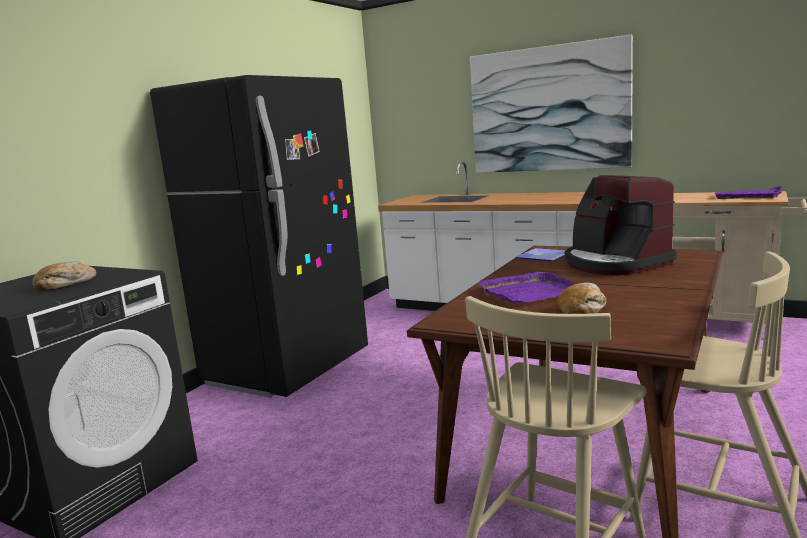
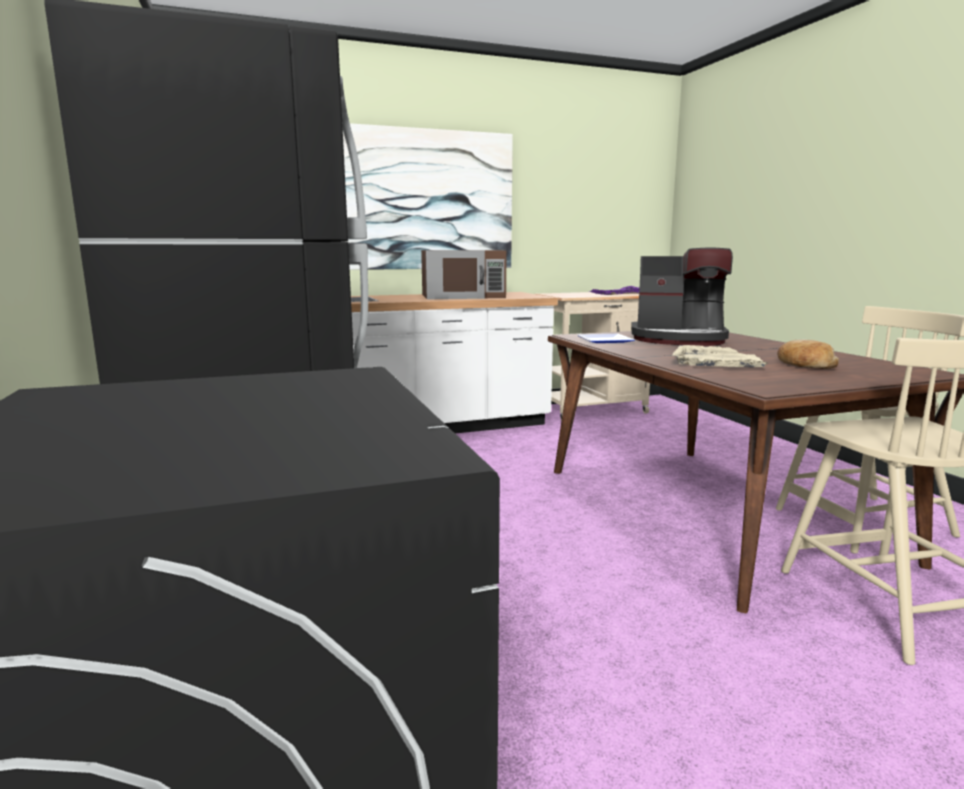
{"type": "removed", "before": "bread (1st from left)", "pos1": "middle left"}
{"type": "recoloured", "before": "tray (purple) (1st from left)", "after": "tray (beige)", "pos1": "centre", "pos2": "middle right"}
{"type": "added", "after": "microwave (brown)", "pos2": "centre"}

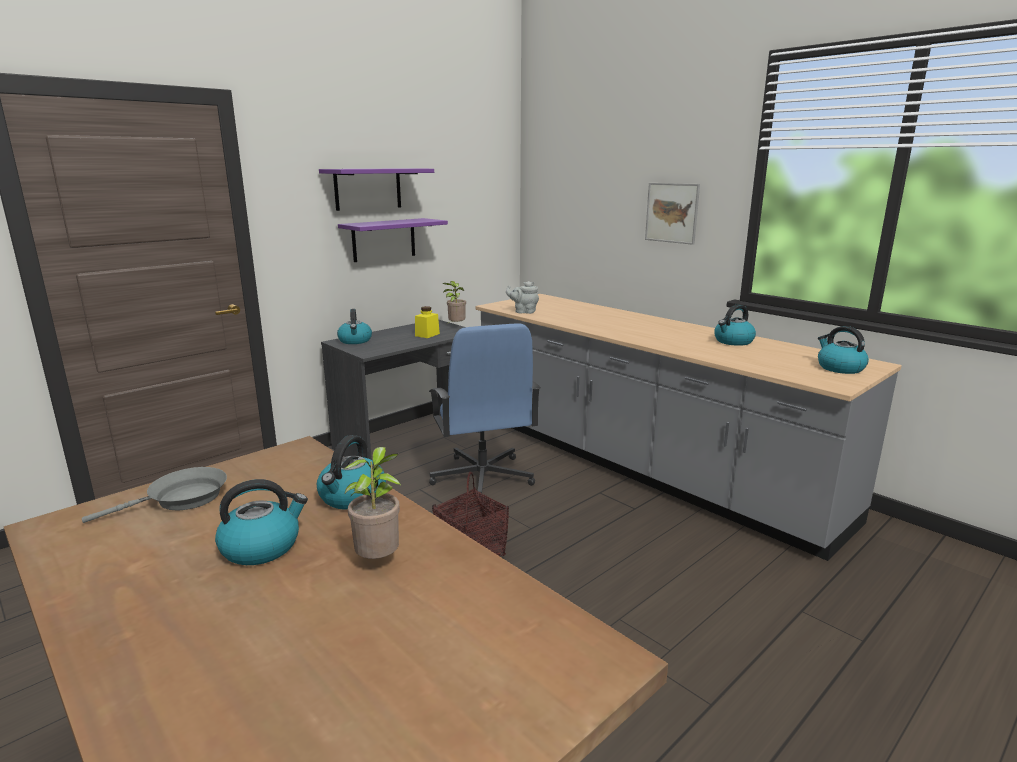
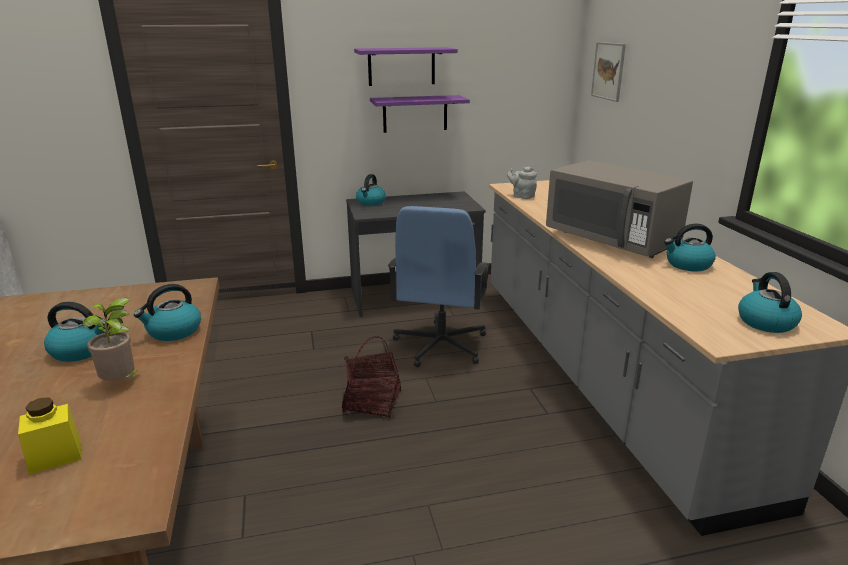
{"type": "moved", "before": "picture", "pos1": "top centre", "pos2": "top right"}
{"type": "removed", "before": "houseplant (2nd from left)", "pos1": "centre"}
{"type": "moved", "before": "jar (yellow-coloured)", "pos1": "centre", "pos2": "bottom left"}
{"type": "removed", "before": "skillet (gray)", "pos1": "middle left"}
{"type": "added", "after": "microwave (gray)", "pos2": "middle right"}

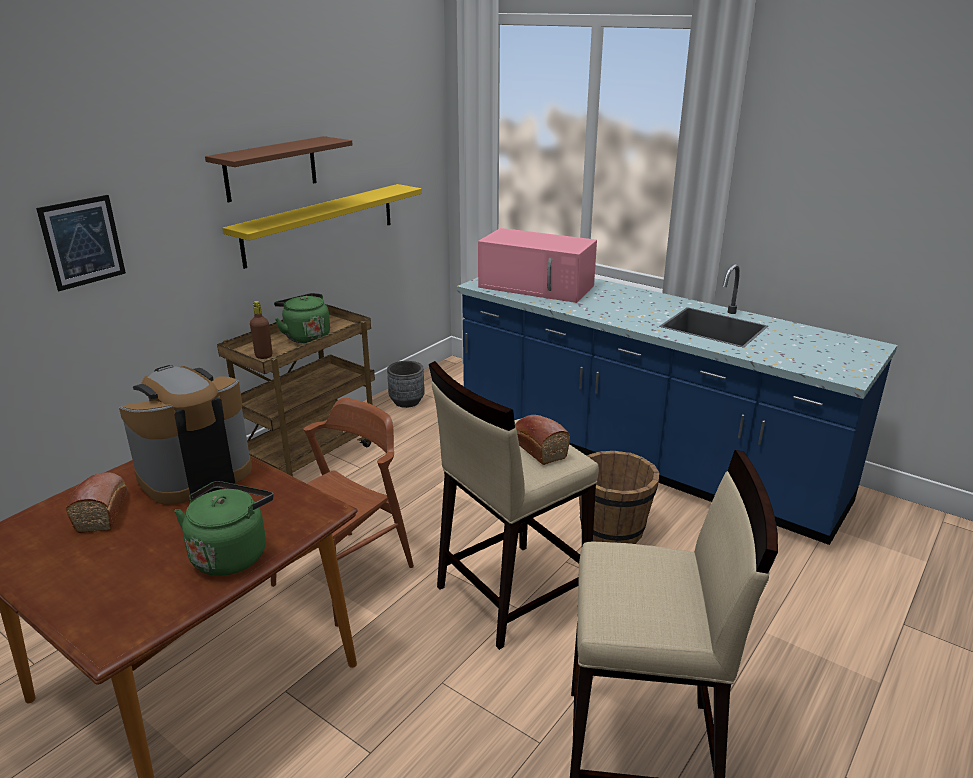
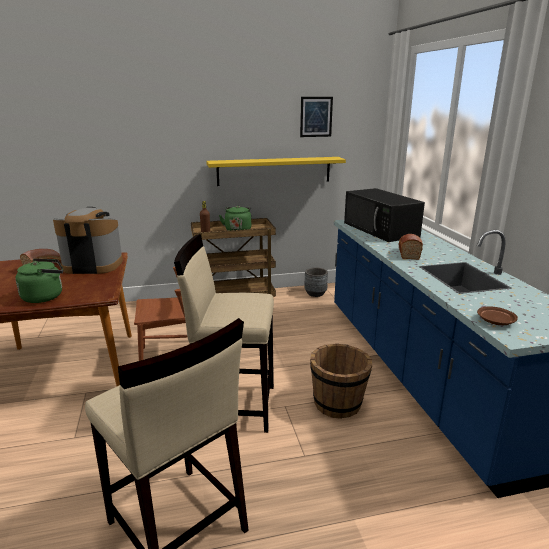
{"type": "removed", "before": "shelf (brown)", "pos1": "top left"}
{"type": "moved", "before": "picture", "pos1": "top left", "pos2": "top centre"}
{"type": "recoloured", "before": "microwave (pinkish)", "after": "microwave (blackish)", "pos1": "centre", "pos2": "middle right"}
{"type": "moved", "before": "bread (2nd from left)", "pos1": "centre", "pos2": "middle right"}
{"type": "added", "after": "dinner plate (brown)", "pos2": "middle right"}

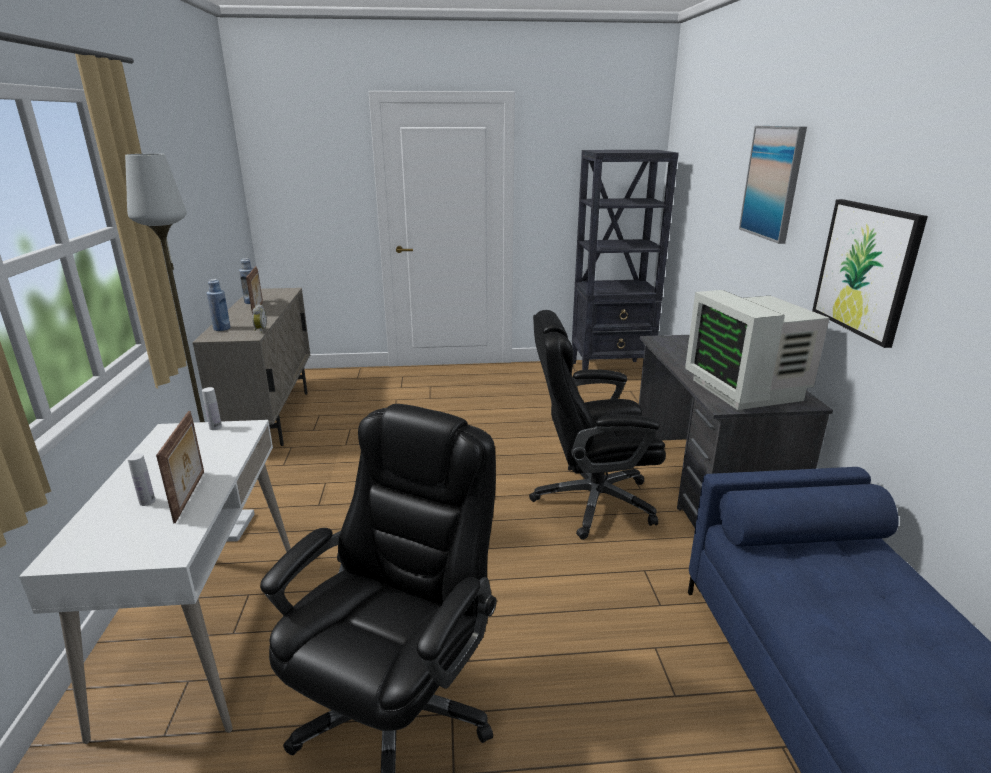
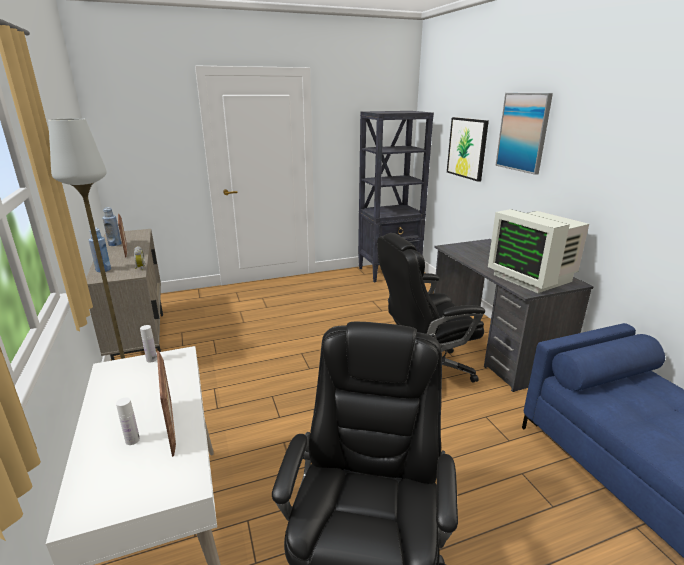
{"type": "moved", "before": "picture (2nd from left in the first image)", "after": "picture (1st from left)", "pos1": "middle right", "pos2": "top right"}

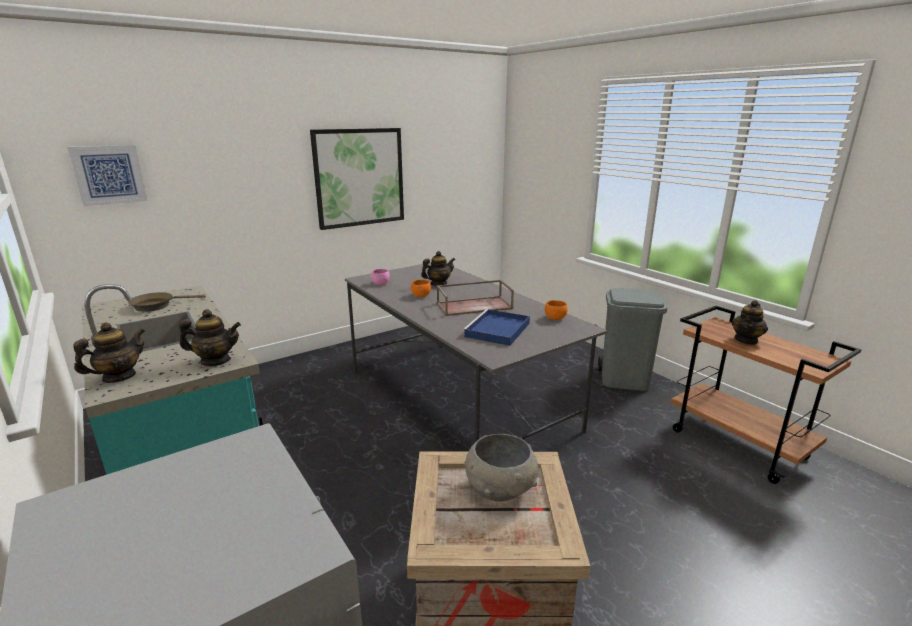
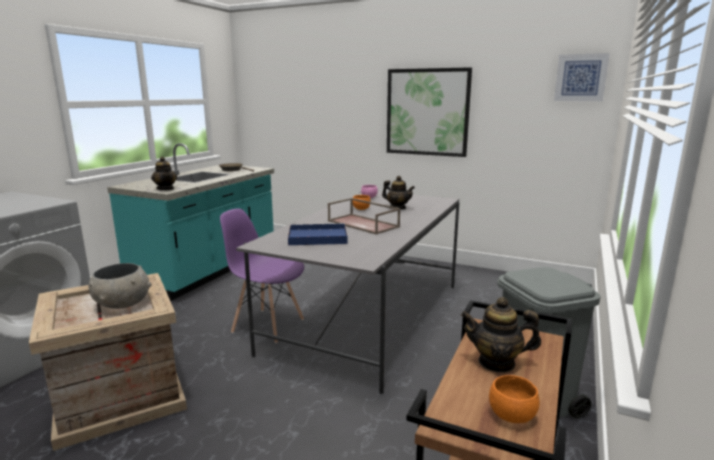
{"type": "moved", "before": "picture (1st from left in the first image)", "after": "picture (2nd from left)", "pos1": "top left", "pos2": "top right"}
{"type": "moved", "before": "deep dish (orangey) (2nd from left)", "pos1": "centre", "pos2": "bottom right"}
{"type": "removed", "before": "teapot (1st from left)", "pos1": "middle left"}
{"type": "added", "after": "upright chair (purple)", "pos2": "centre"}

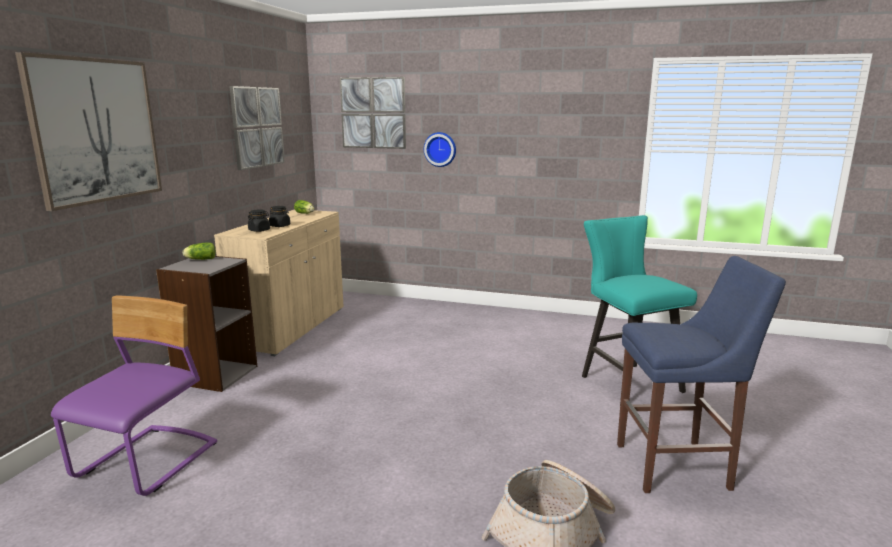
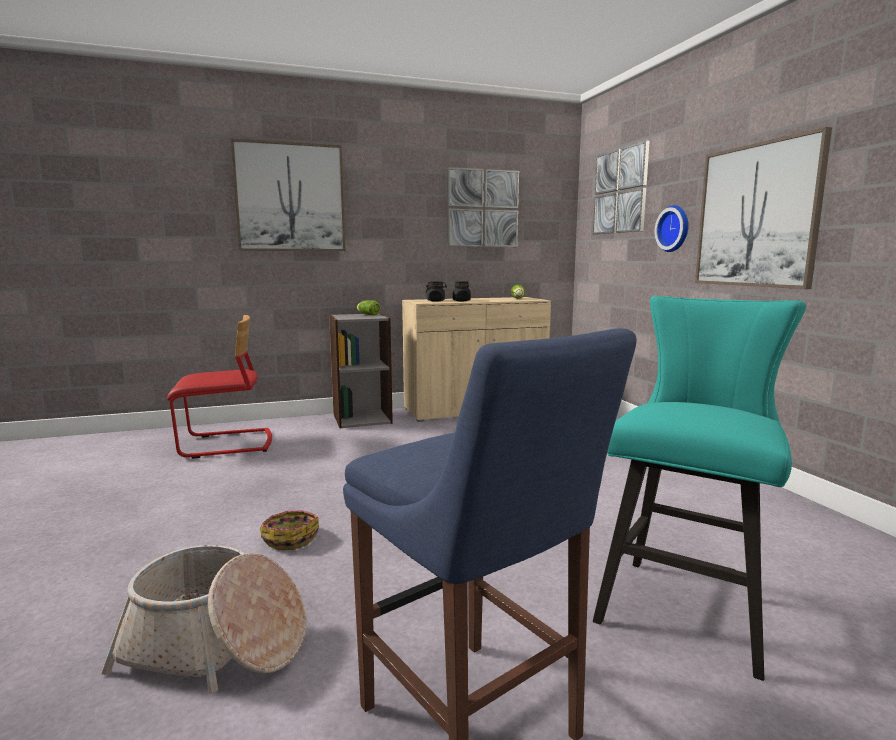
{"type": "recoloured", "before": "upright chair (purple)", "after": "upright chair (reddish)", "pos1": "bottom left", "pos2": "middle left"}
{"type": "added", "after": "picture (4th from left)", "pos2": "top right"}
{"type": "added", "after": "household basket (2nd from left)", "pos2": "bottom left"}

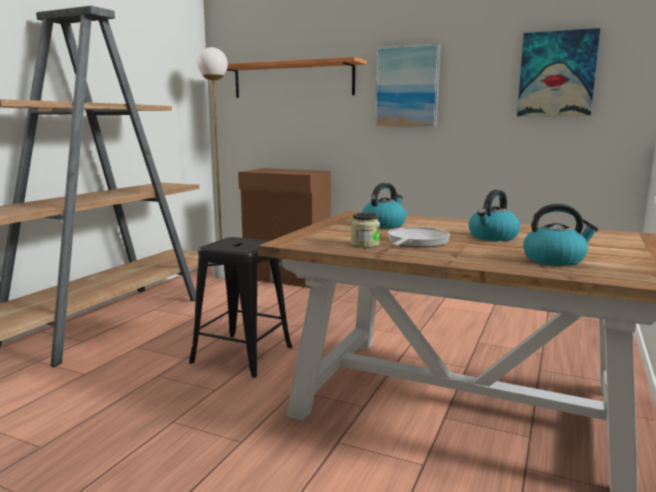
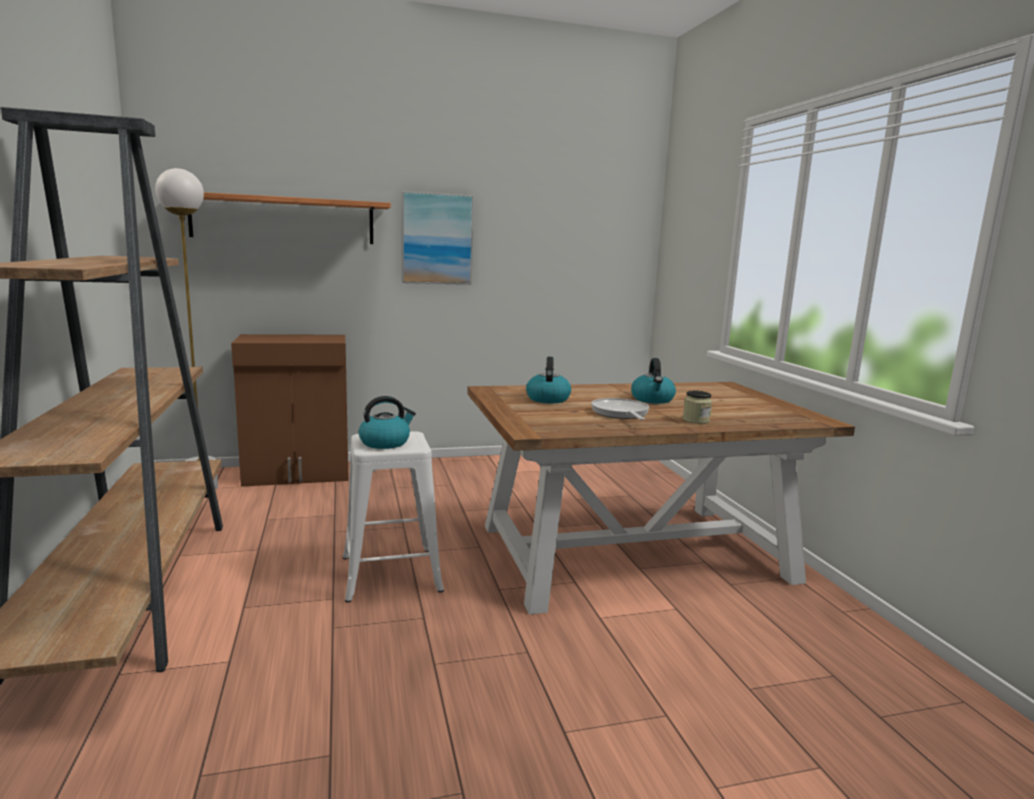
{"type": "removed", "before": "picture (2nd from left)", "pos1": "top right"}
{"type": "moved", "before": "tea kettle (3rd from left in the first image)", "after": "tea kettle (1st from left)", "pos1": "middle right", "pos2": "centre"}
{"type": "moved", "before": "jar", "pos1": "centre", "pos2": "middle right"}
{"type": "recoloured", "before": "sitting stool (blackish)", "after": "sitting stool (white-coloured)", "pos1": "centre", "pos2": "centre"}

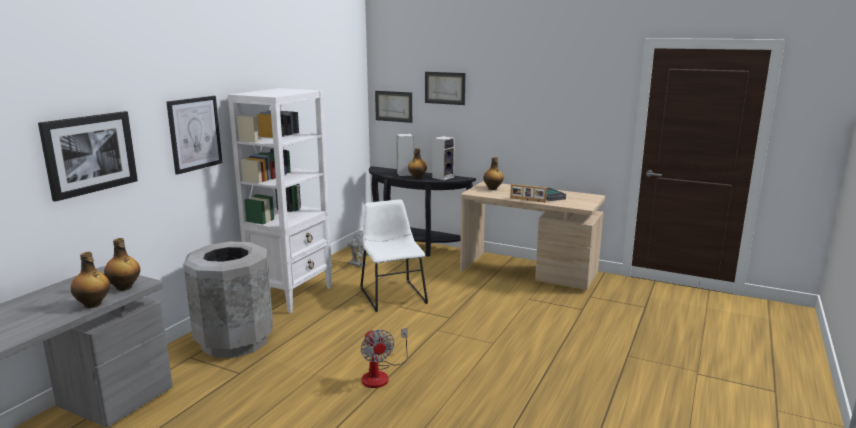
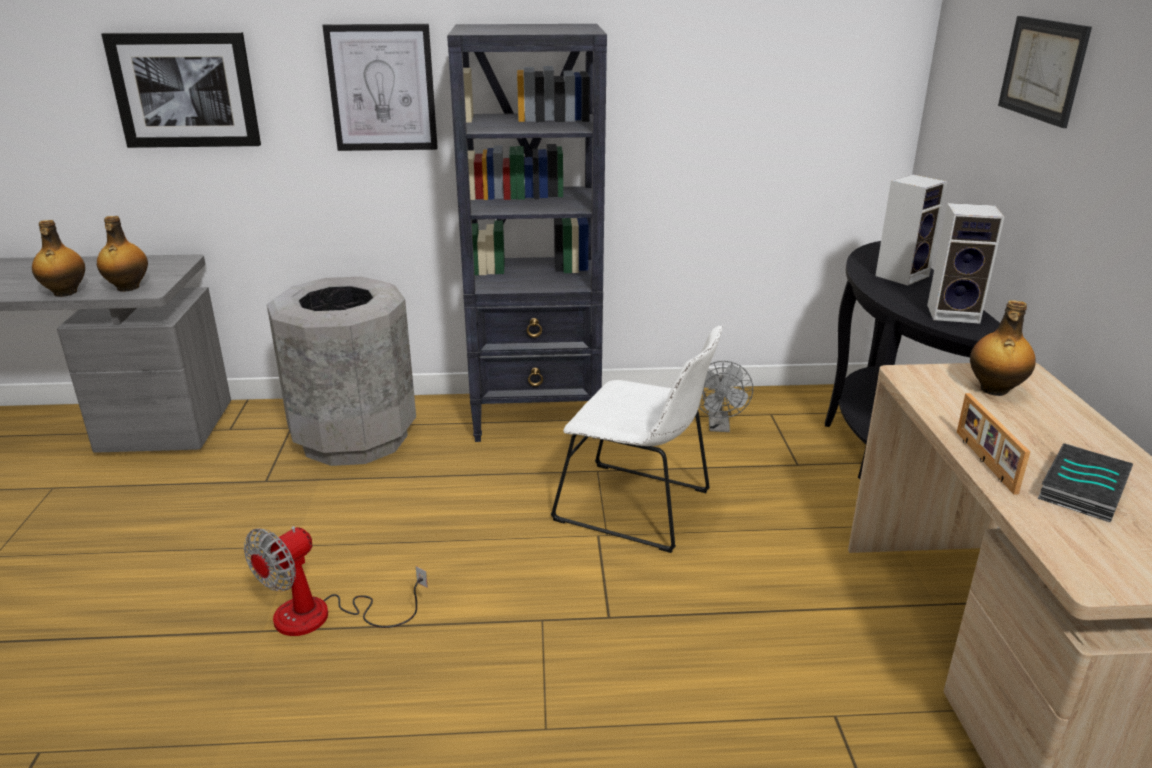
{"type": "recoloured", "before": "bookshelf (white-coloured)", "after": "bookshelf (blackish)", "pos1": "middle left", "pos2": "top centre"}
{"type": "removed", "before": "picture (3rd from left)", "pos1": "top centre"}
{"type": "removed", "before": "drink bottle (3rd from left)", "pos1": "centre"}
{"type": "turned", "before": "upright chair (white-coloured)", "pos1": "centre", "pos2": "centre", "turn": 75}

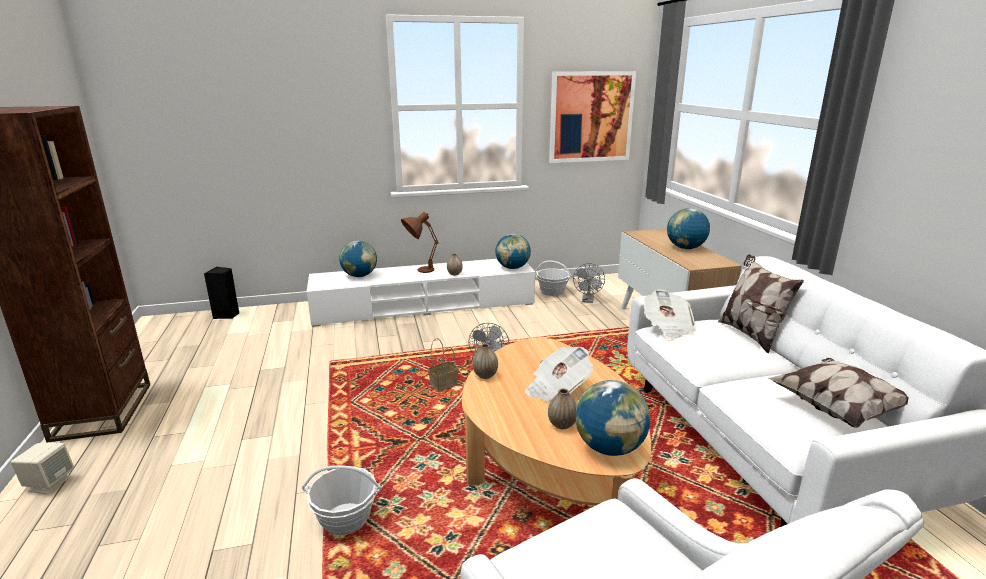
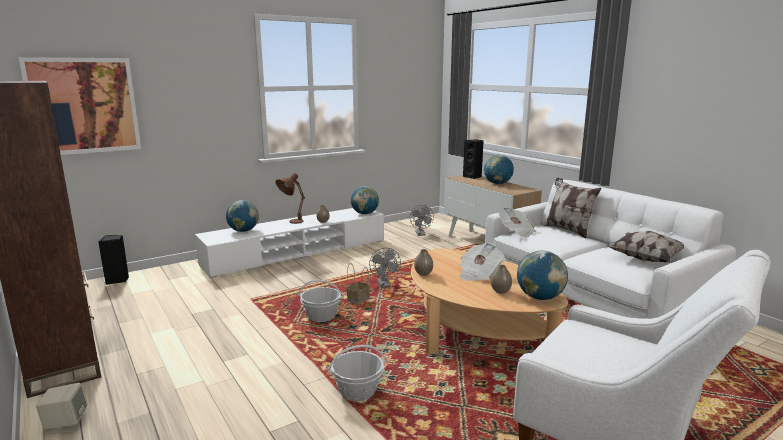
{"type": "moved", "before": "picture", "pos1": "top centre", "pos2": "top left"}
{"type": "moved", "before": "household basket (3rd from left in the first image)", "after": "household basket (1st from left)", "pos1": "centre", "pos2": "bottom centre"}
{"type": "added", "after": "speaker (blackish) (2nd from left)", "pos2": "centre"}

